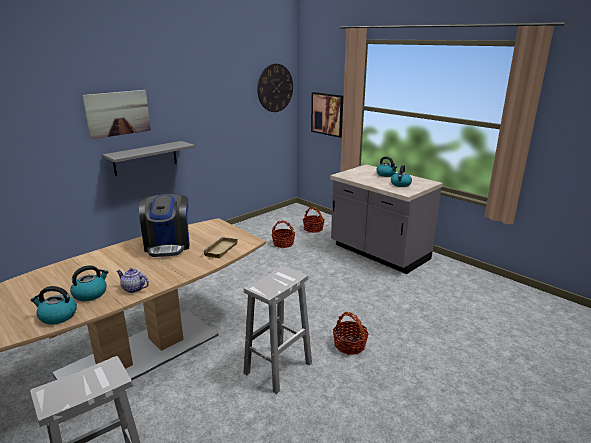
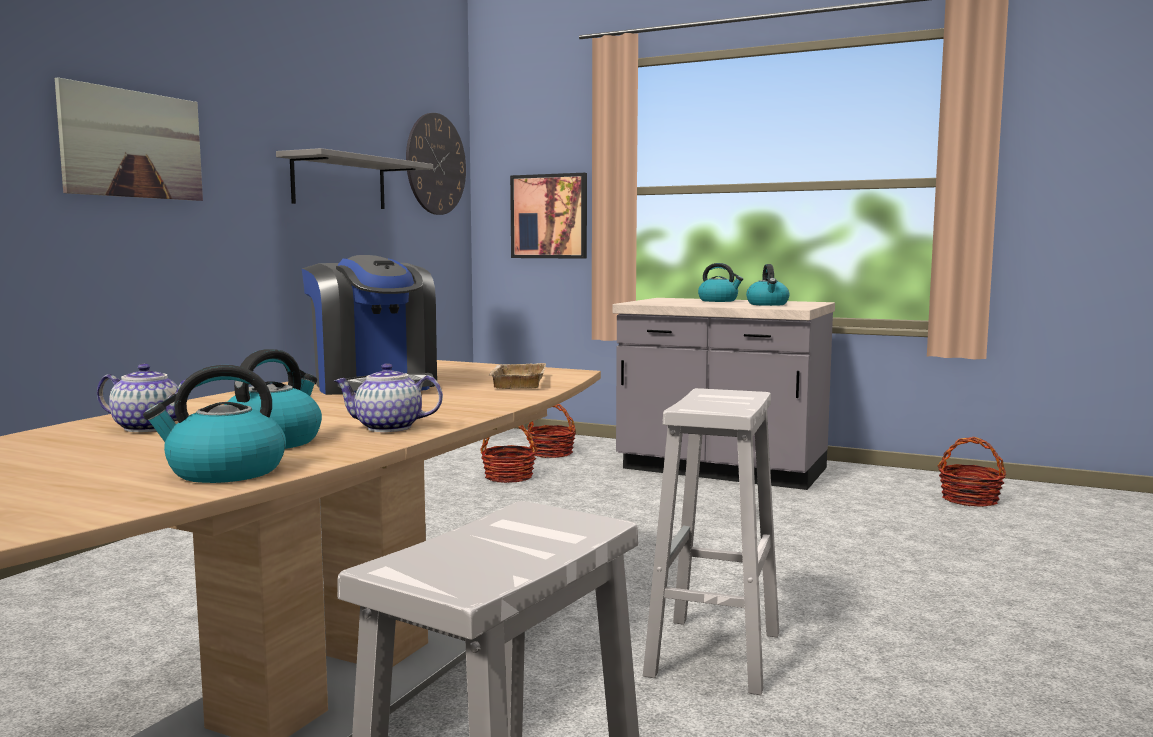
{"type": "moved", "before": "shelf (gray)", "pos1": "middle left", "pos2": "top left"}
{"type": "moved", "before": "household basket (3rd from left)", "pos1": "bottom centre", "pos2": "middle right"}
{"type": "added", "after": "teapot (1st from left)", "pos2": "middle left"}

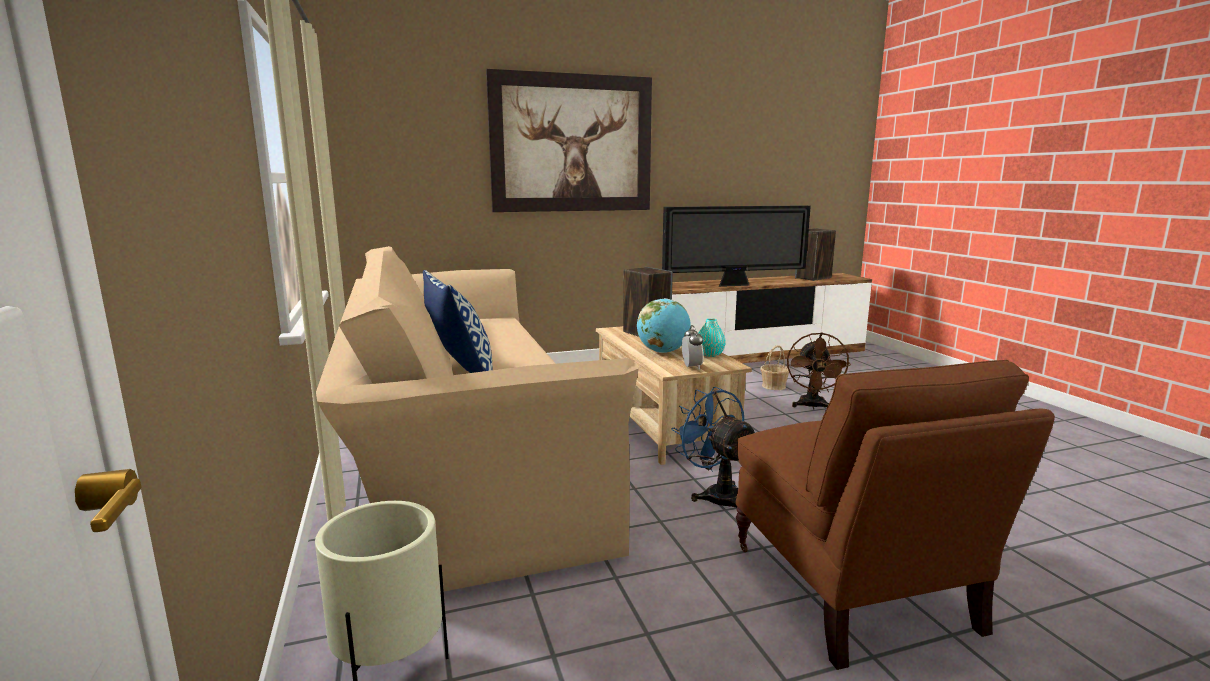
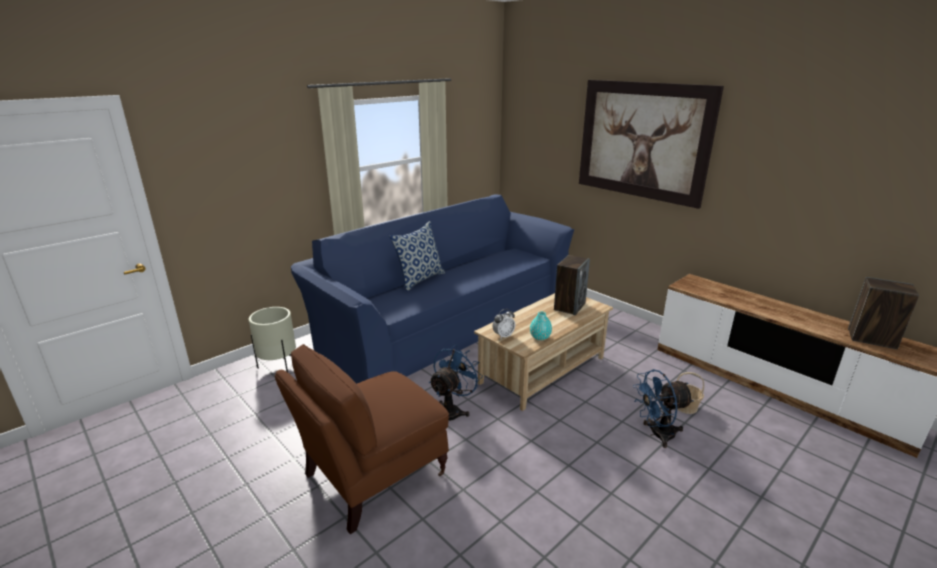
{"type": "removed", "before": "television", "pos1": "centre"}
{"type": "recoloured", "before": "settee (beige)", "after": "settee (bluish)", "pos1": "centre", "pos2": "centre"}
{"type": "removed", "before": "desk globe", "pos1": "centre"}
{"type": "recoloured", "before": "cooling fan (brown)", "after": "cooling fan (bluish) (2nd from left)", "pos1": "middle right", "pos2": "bottom right"}

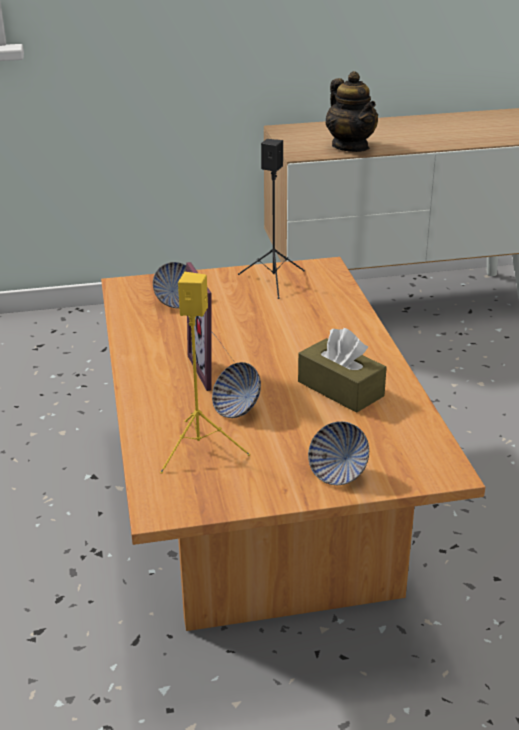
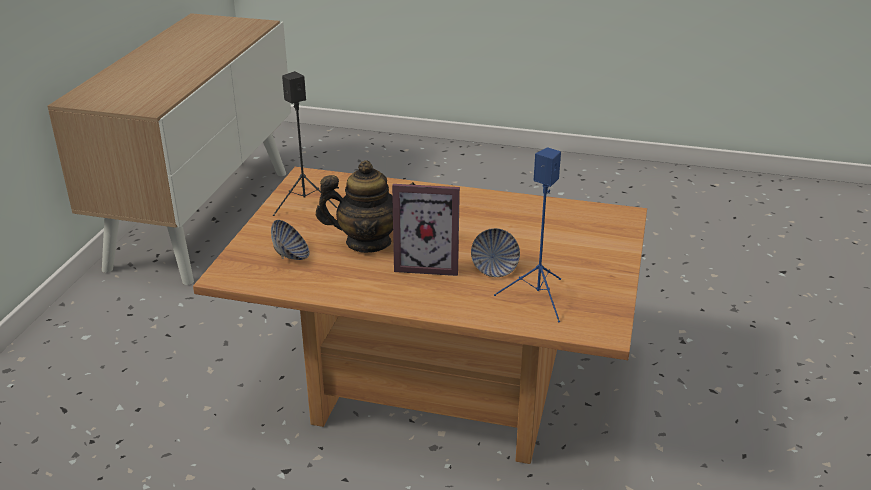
{"type": "moved", "before": "teapot", "pos1": "top right", "pos2": "centre"}
{"type": "recoloured", "before": "speaker (yellow-coloured)", "after": "speaker (bluish)", "pos1": "centre", "pos2": "centre"}
{"type": "removed", "before": "box of tissues (brown)", "pos1": "centre"}
{"type": "removed", "before": "deep dish (3rd from left)", "pos1": "centre"}

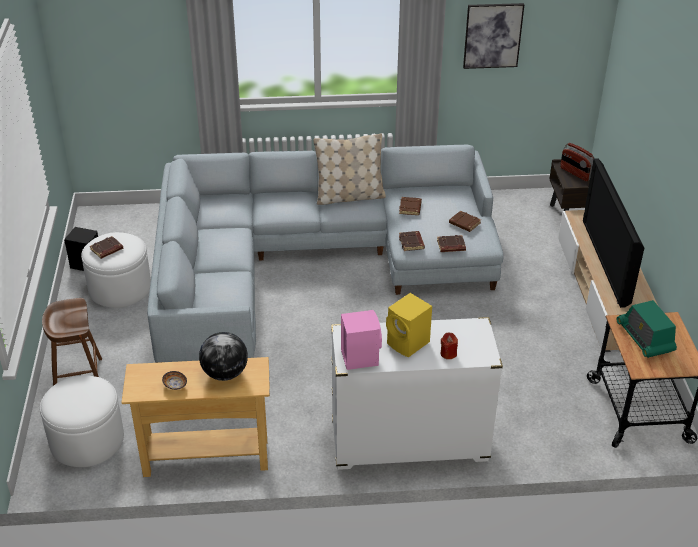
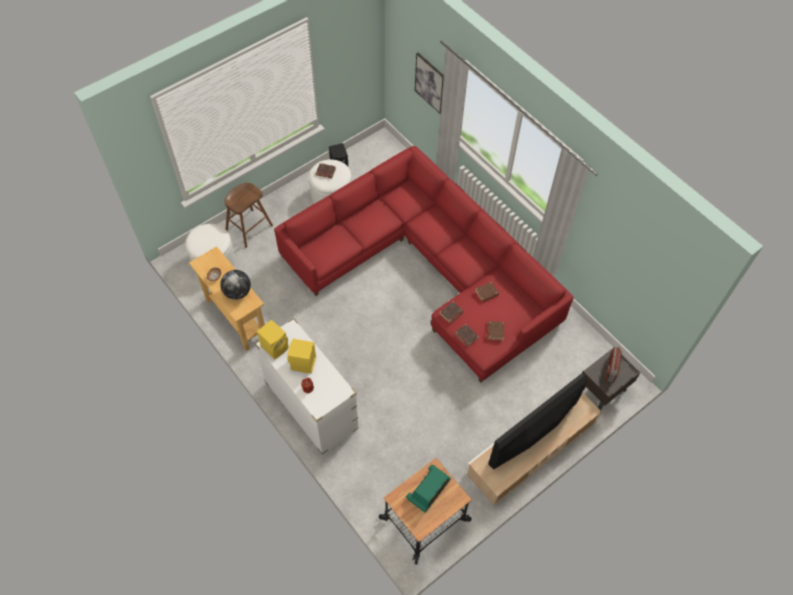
{"type": "moved", "before": "picture", "pos1": "top right", "pos2": "top centre"}
{"type": "removed", "before": "cushion (beige)", "pos1": "top centre"}
{"type": "recoloured", "before": "settee (gray)", "after": "settee (reddish)", "pos1": "centre", "pos2": "centre"}
{"type": "recoloured", "before": "speaker (pinkish)", "after": "speaker (yellow-coloured) (1st from left)", "pos1": "centre", "pos2": "centre"}

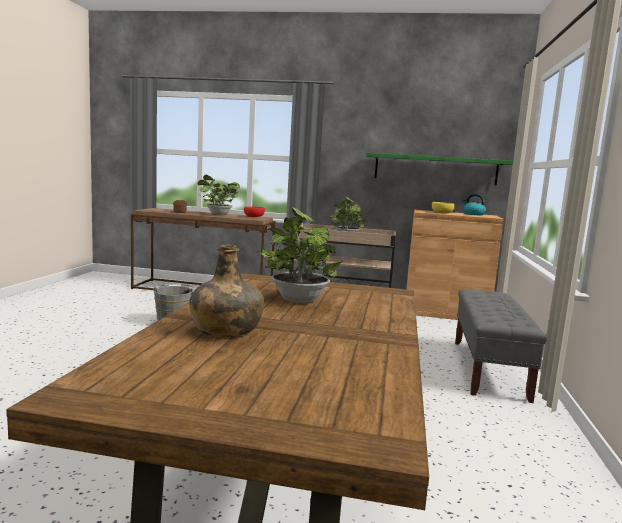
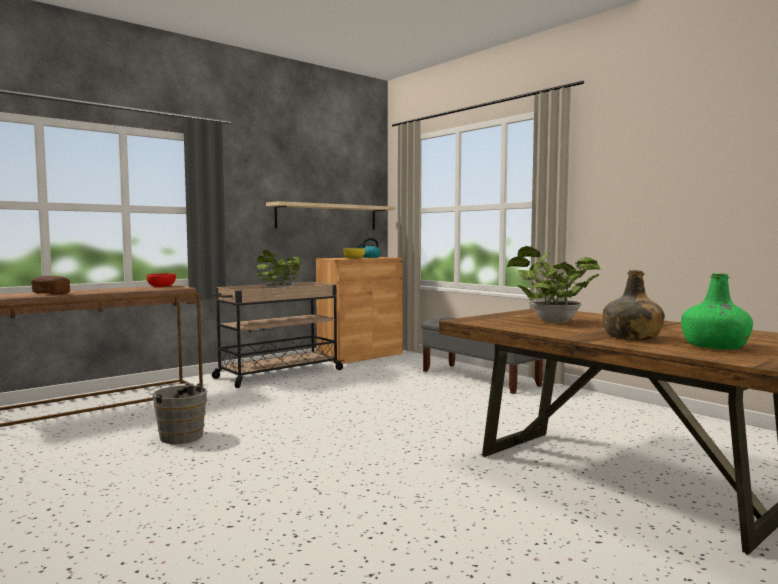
{"type": "recoloured", "before": "shelf (greenish)", "after": "shelf (beige)", "pos1": "top right", "pos2": "centre"}
{"type": "removed", "before": "houseplant (1st from left)", "pos1": "centre"}
{"type": "added", "after": "drink bottle (greenish) (2nd from left)", "pos2": "middle right"}

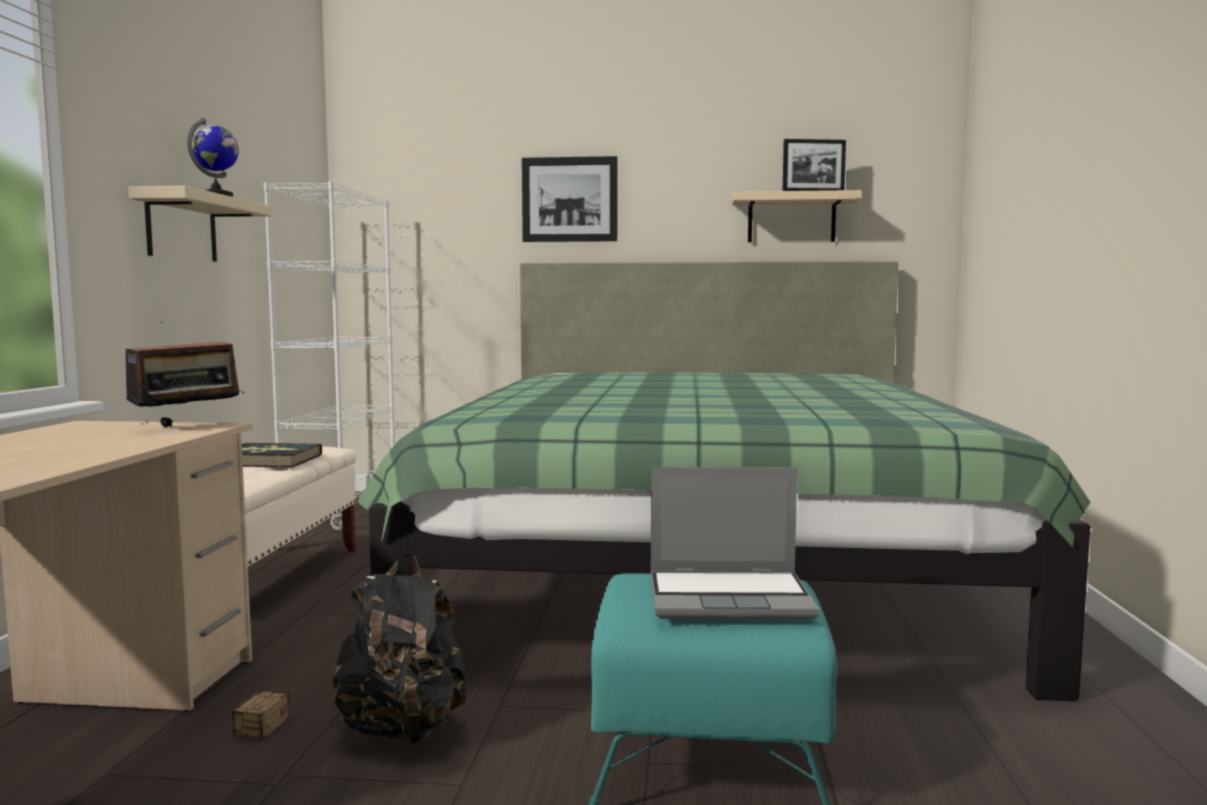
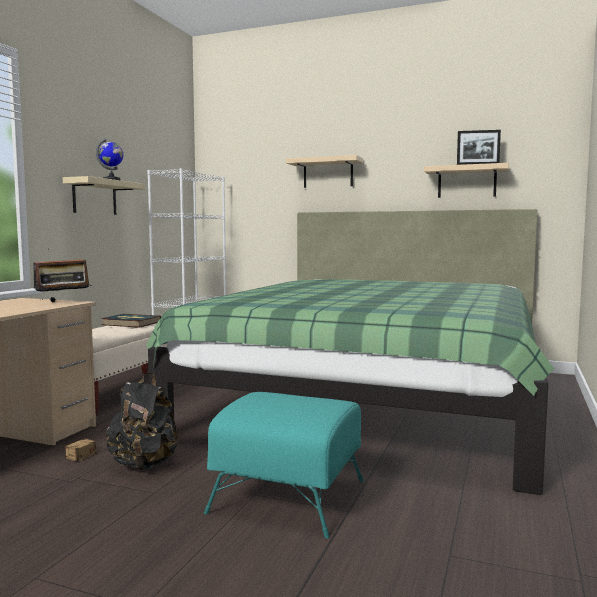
{"type": "replaced", "before": "picture", "after": "shelf (beige) (2nd from left)", "pos1": "top centre", "pos2": "top centre"}
{"type": "removed", "before": "laptop", "pos1": "bottom centre"}

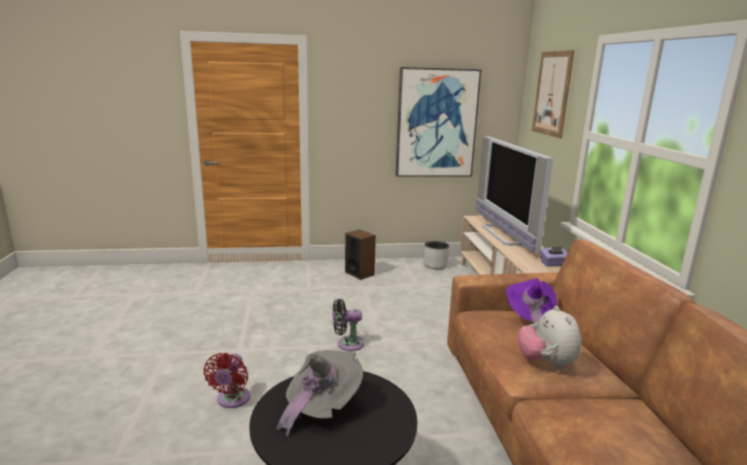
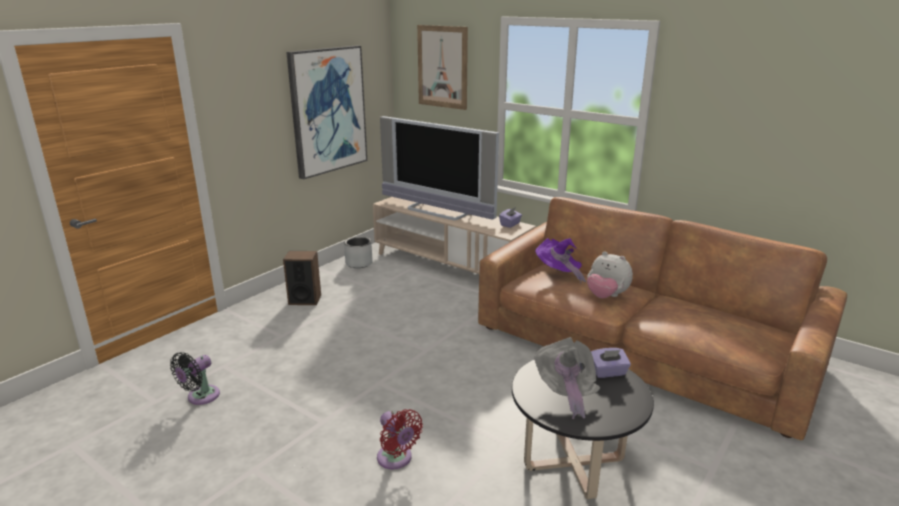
{"type": "moved", "before": "cooling fan (blackish)", "pos1": "bottom centre", "pos2": "bottom left"}
{"type": "added", "after": "box of tissues (purple) (2nd from left)", "pos2": "bottom right"}

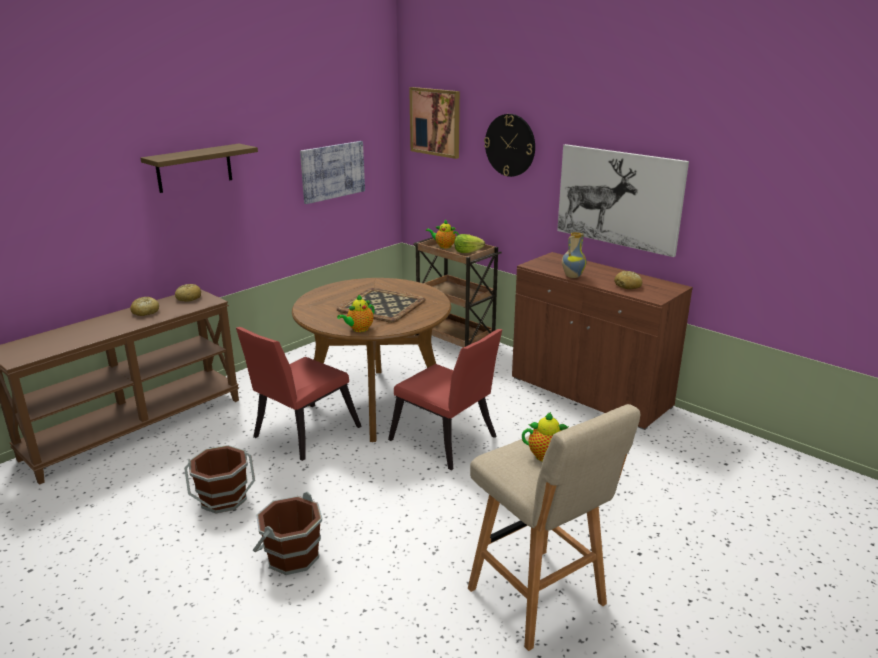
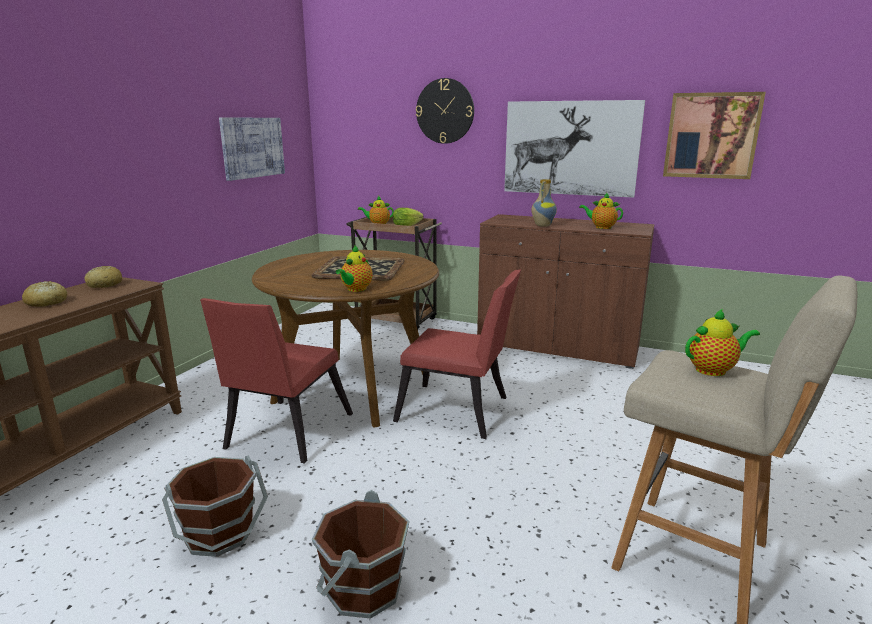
{"type": "moved", "before": "picture (2nd from left in the first image)", "after": "picture (3rd from left)", "pos1": "top centre", "pos2": "top right"}
{"type": "removed", "before": "shelf", "pos1": "top left"}
{"type": "replaced", "before": "bread (3rd from left)", "after": "teapot (3rd from left)", "pos1": "middle right", "pos2": "middle right"}

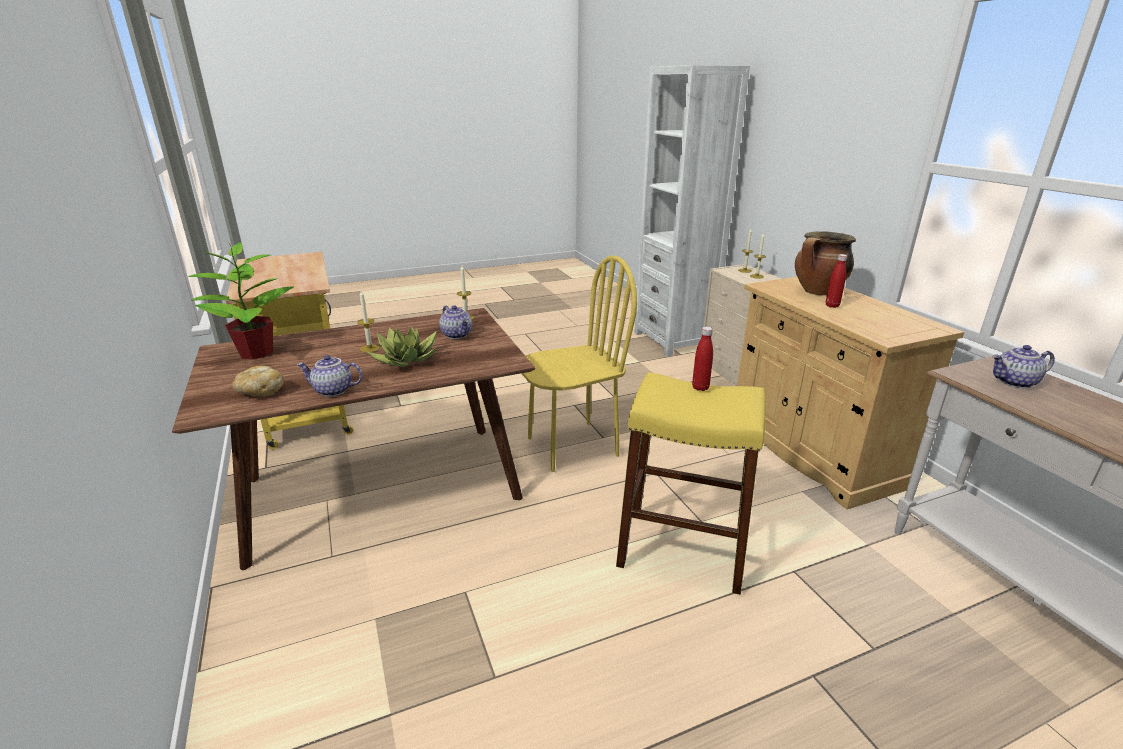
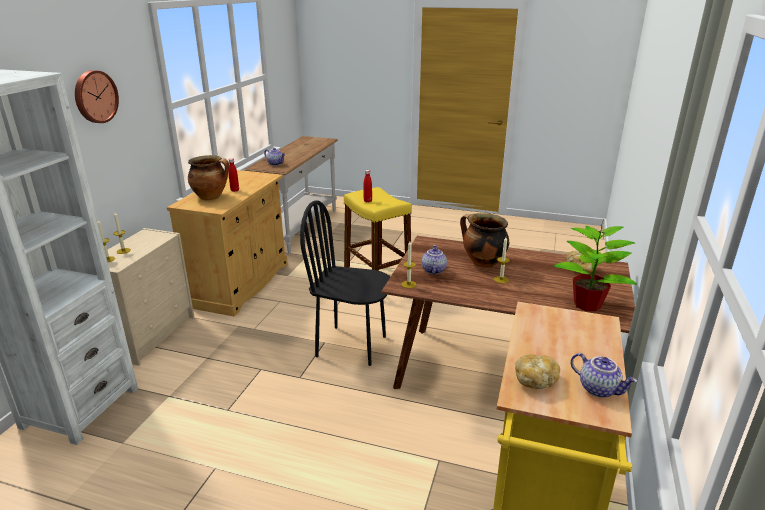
{"type": "recoloured", "before": "upright chair (yellow-coloured)", "after": "upright chair (blackish)", "pos1": "centre", "pos2": "centre"}
{"type": "replaced", "before": "houseplant (2nd from left)", "after": "saucepot (2nd from left)", "pos1": "centre", "pos2": "centre"}
{"type": "moved", "before": "teapot (1st from left in the first image)", "after": "teapot (3rd from left)", "pos1": "middle left", "pos2": "bottom right"}
{"type": "added", "after": "clock on the wall", "pos2": "top left"}
{"type": "added", "after": "bread (1st from left)", "pos2": "bottom right"}

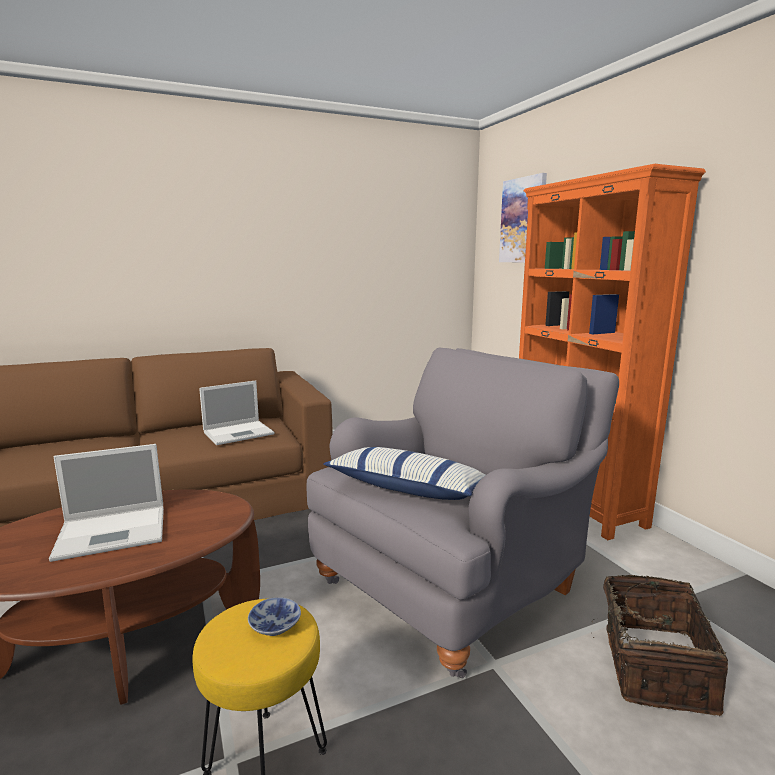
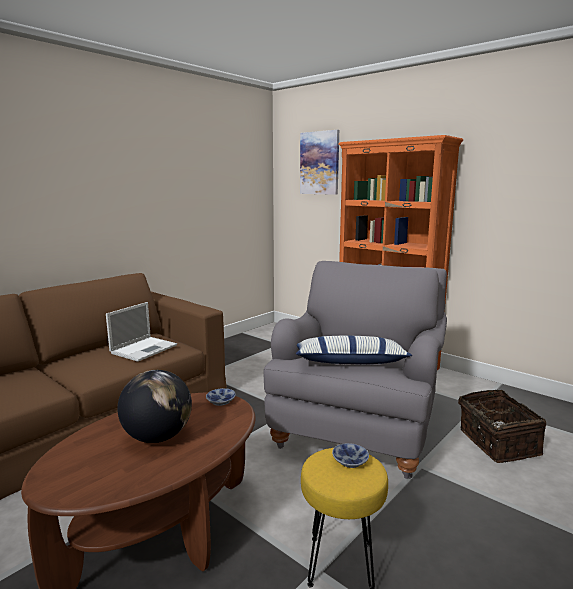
{"type": "replaced", "before": "laptop (1st from left)", "after": "desk globe", "pos1": "middle left", "pos2": "bottom left"}
{"type": "added", "after": "deep dish (1st from left)", "pos2": "bottom centre"}

